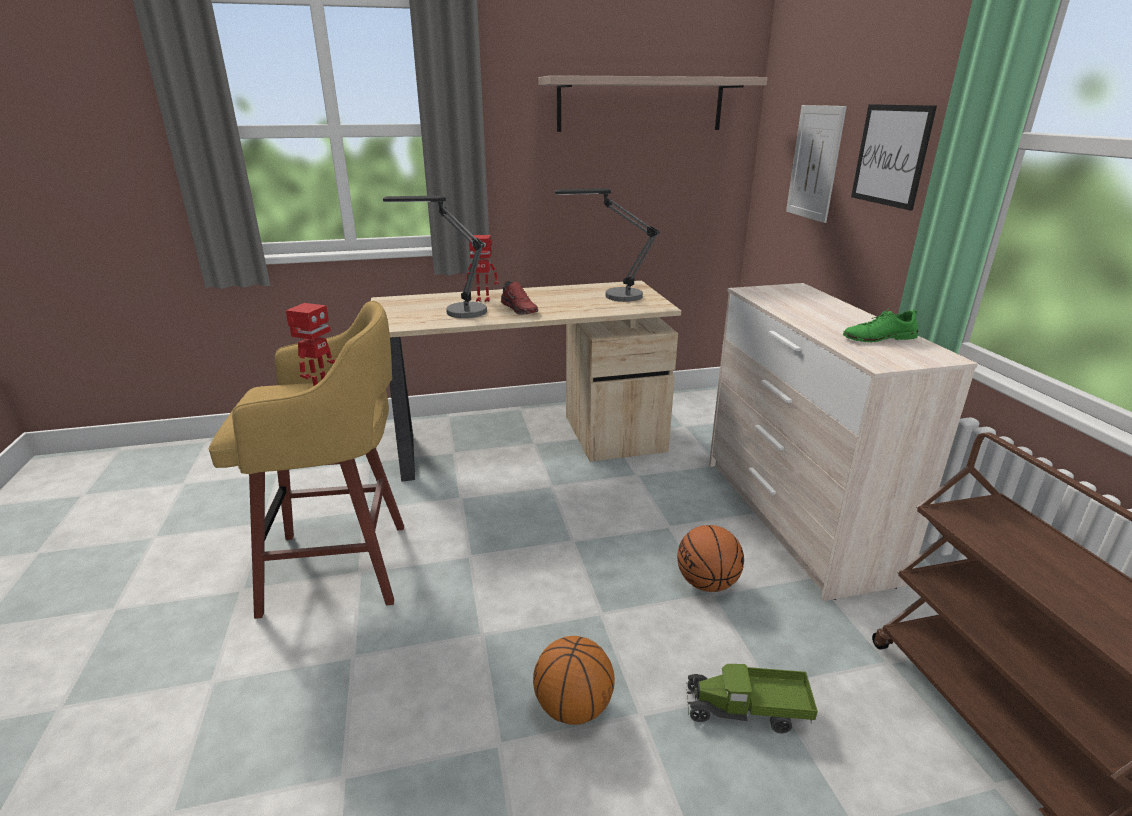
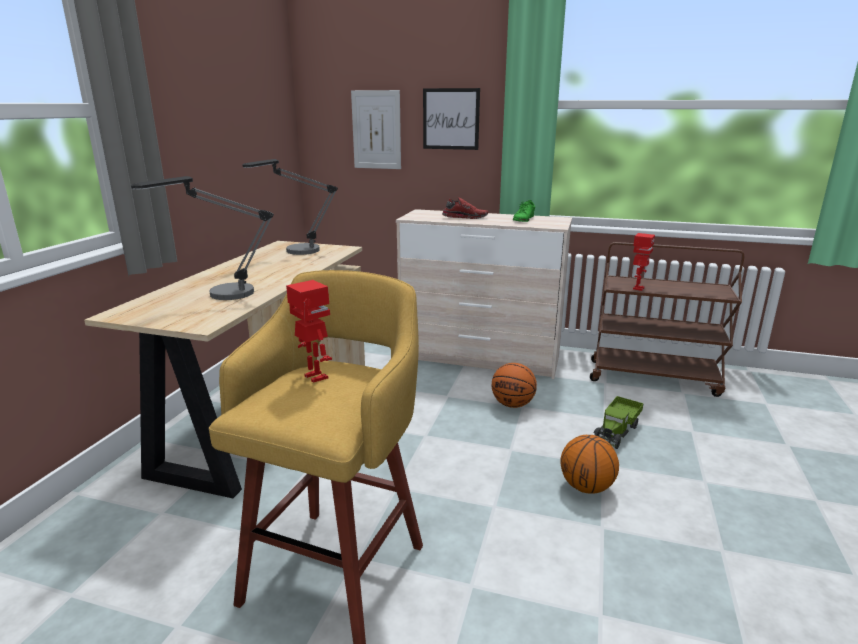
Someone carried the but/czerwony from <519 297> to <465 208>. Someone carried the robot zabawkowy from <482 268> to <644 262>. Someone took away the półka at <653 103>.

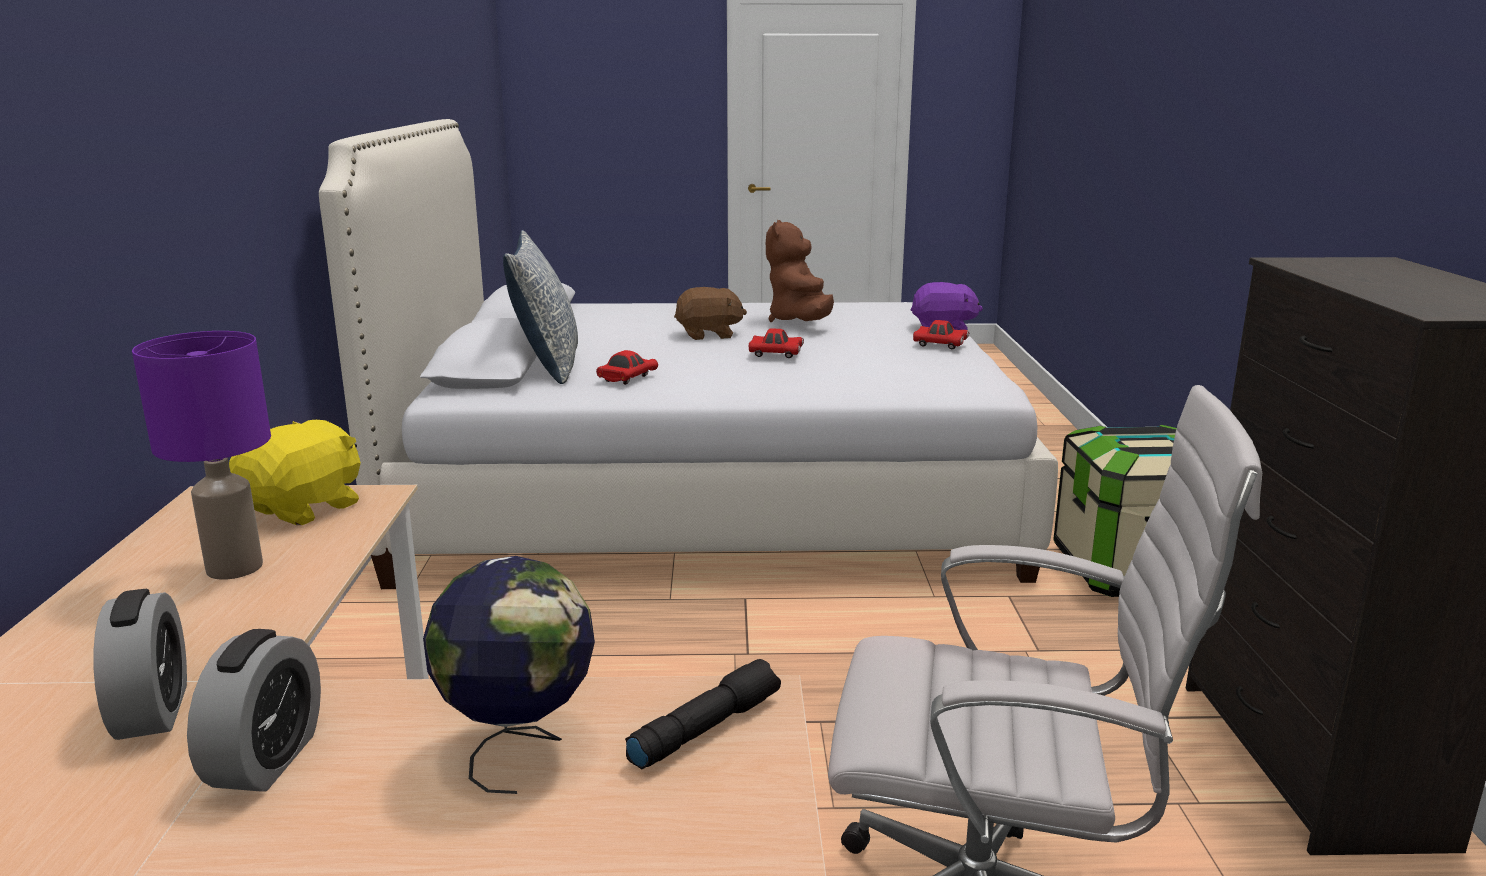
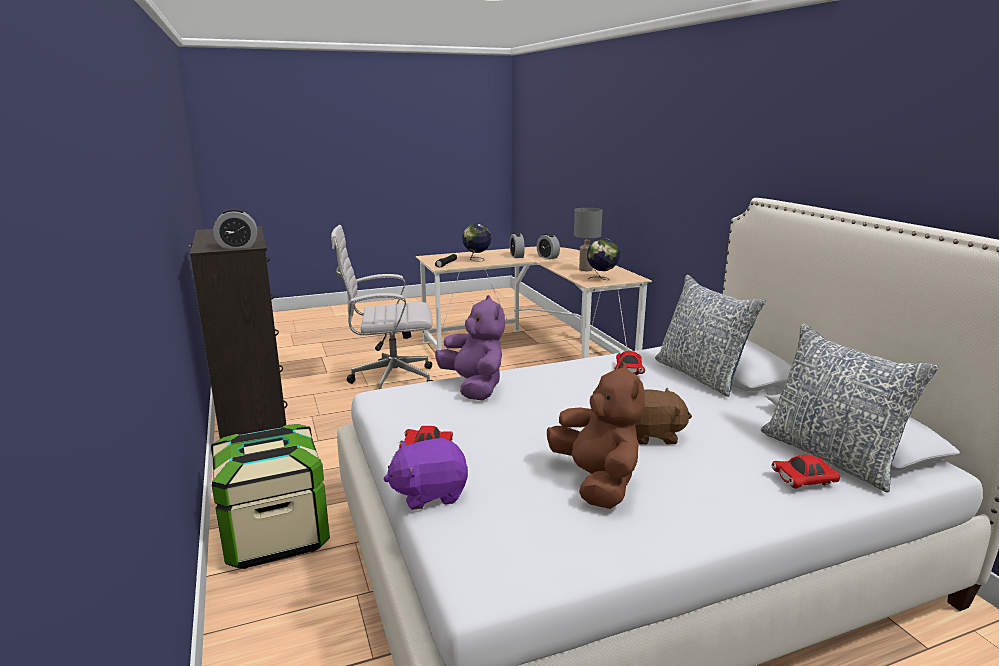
Someone put down the budzik at <235 229>. Someone put down the pluszak/fioletowy at <470 347>. Someone repainted the lampa stołowa/fioletowy at <201 455>, which became the lampa stołowa/szary at <588 239>. Someone swapped the pluszak/żółty at <295 472> for the globus at <603 259>. Someone rotated the pluszak/brązowy at <710 313> by 150 degrees counterclockwise. Someone put down the poduszka at <850 408>. Someone carried the samochodzik/czerwony from <776 343> to <805 471>.

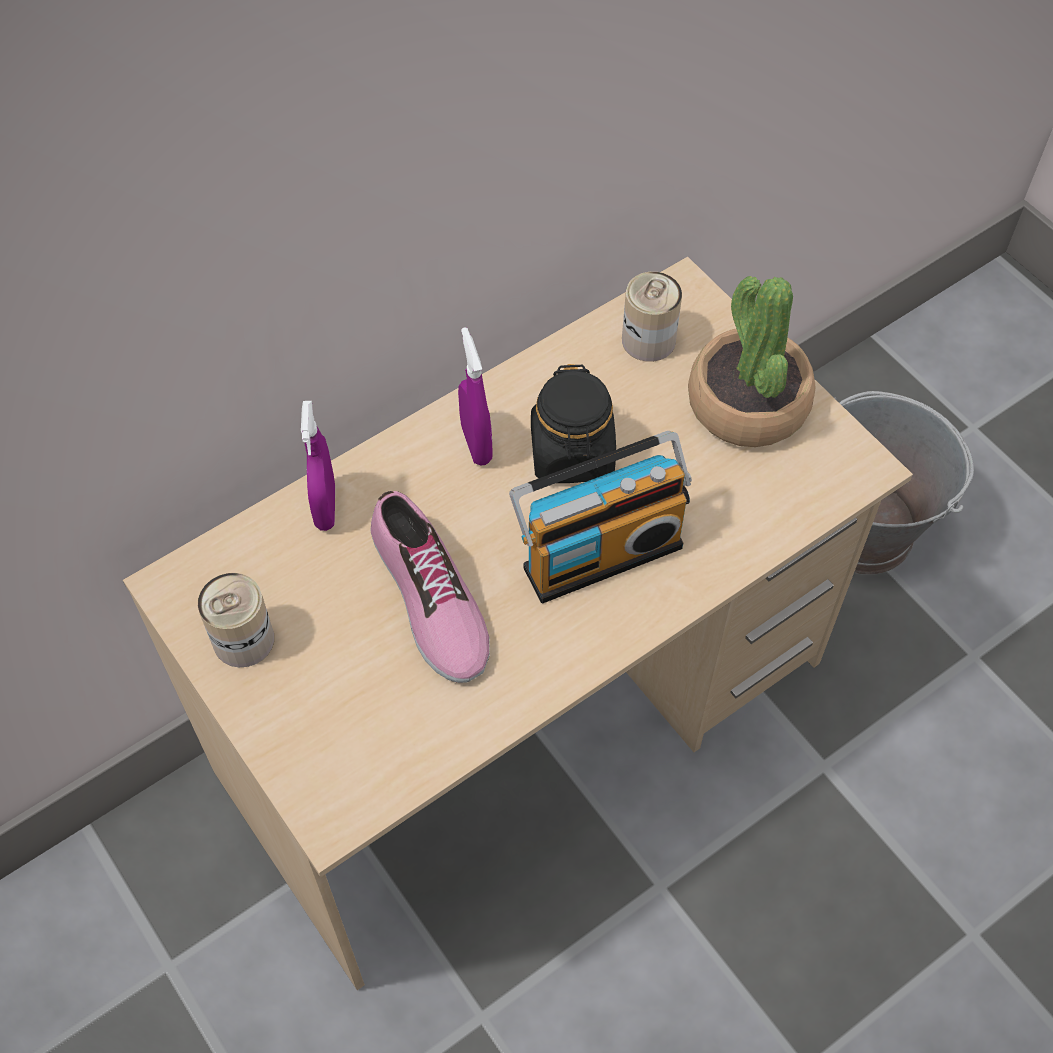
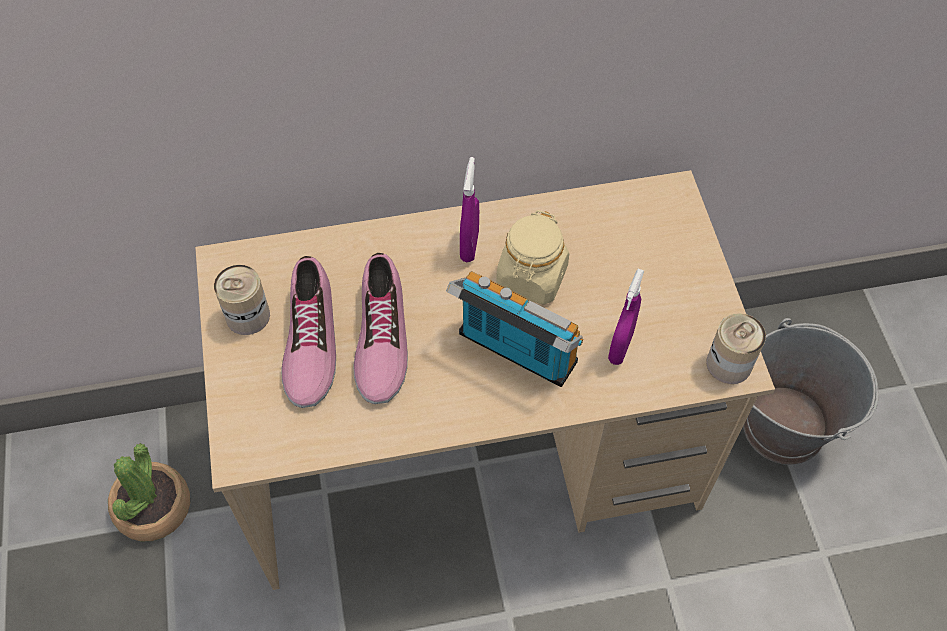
Someone carried the roślina doniczkowa from <751 361> to <149 492>. Someone put down the but at <309 332>. Someone rotated the radio at <600 517> by 150 degrees counterclockwise. Someone repainted the słoik/czarny at <573 423>, which became the słoik/beżowy at <532 257>. Someone carried the spryskiwacz/fioletowy from <318 466> to <626 317>. Someone carried the puszka from <652 317> to <736 348>.

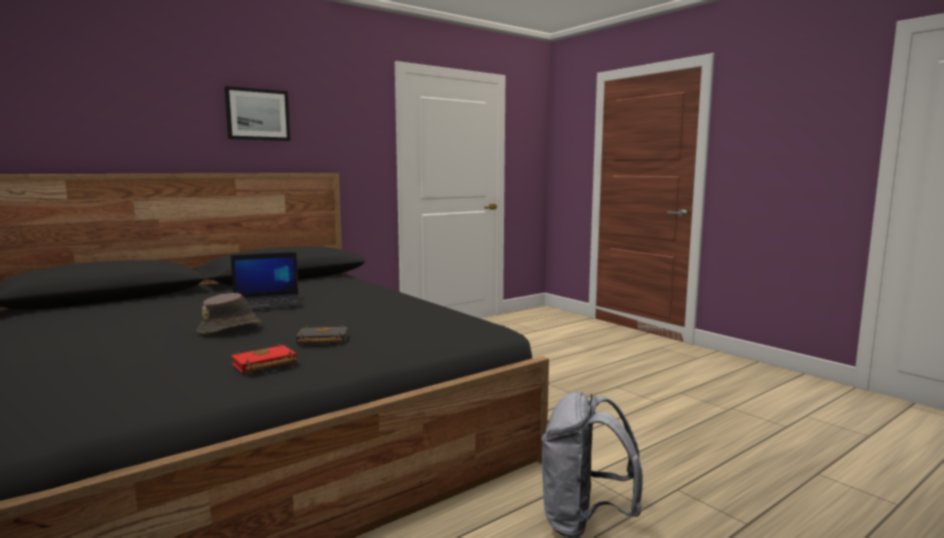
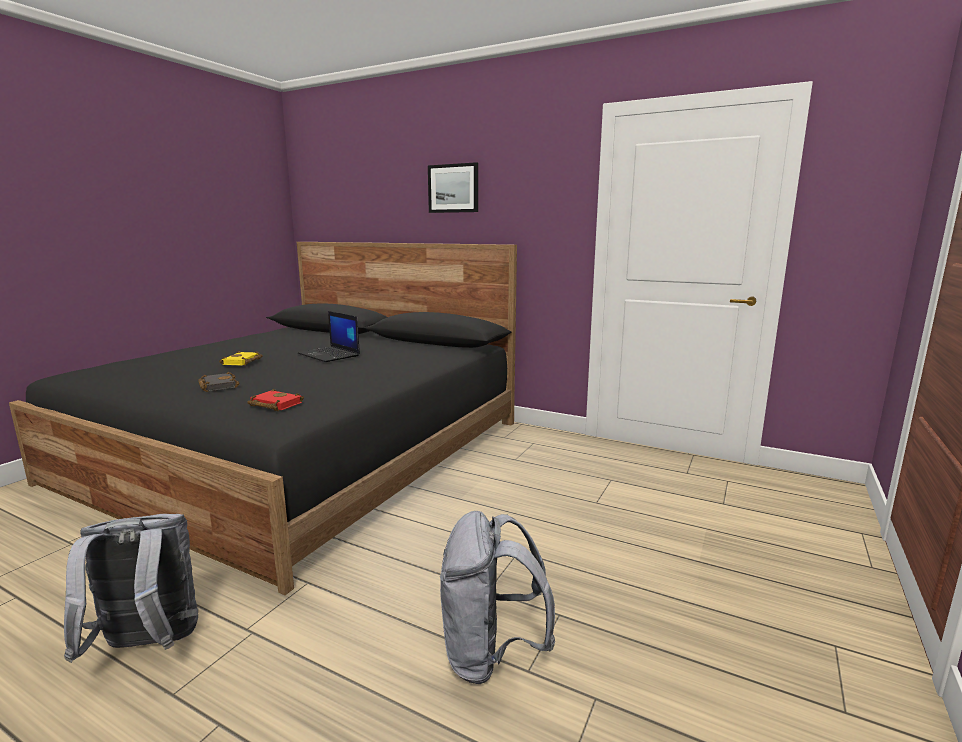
Someone swapped the kapelusz/brązowy at <228 313> for the książka/żółty at <241 358>. Someone carried the książka/czerwony from <264 359> to <275 400>. Someone put down the plecak/szary at <497 597>.

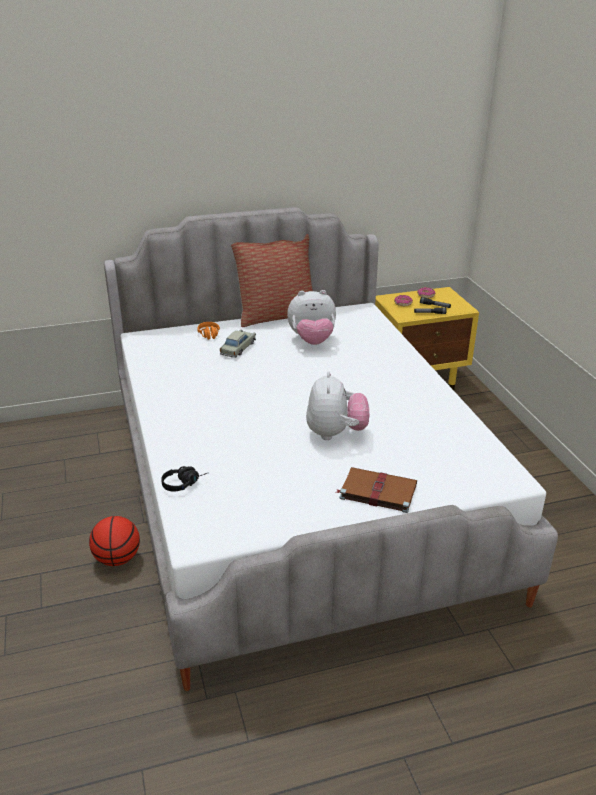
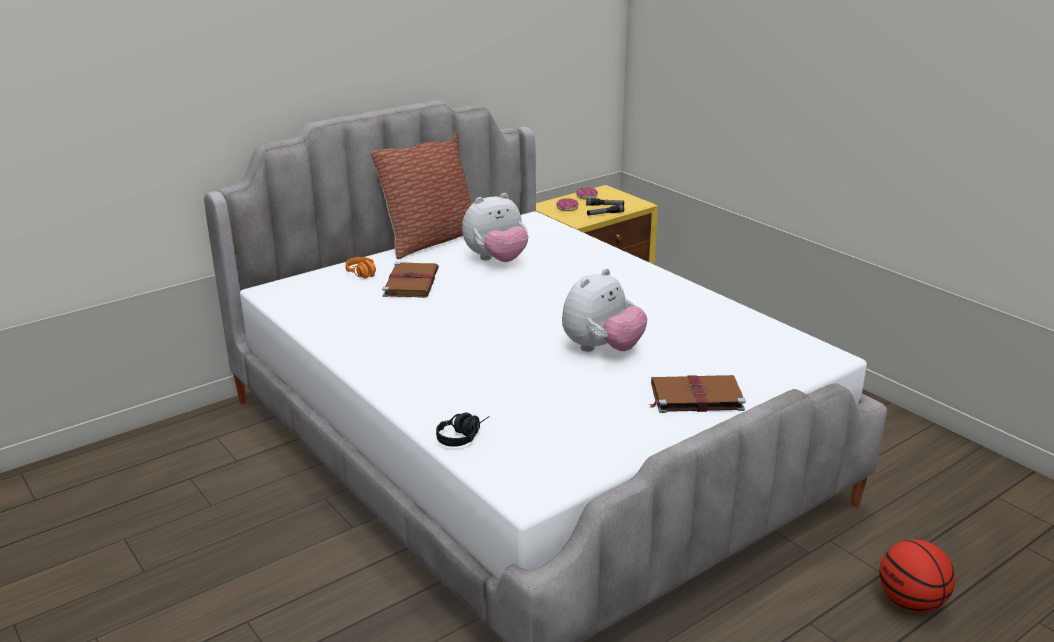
Someone swapped the samochodzik/beżowy at <238 344> for the książka/brązowy at <411 280>. Someone rotated the pluszak at <337 406> by 60 degrees clockwise. Someone carried the piłka do koszykówki from <114 541> to <917 575>.

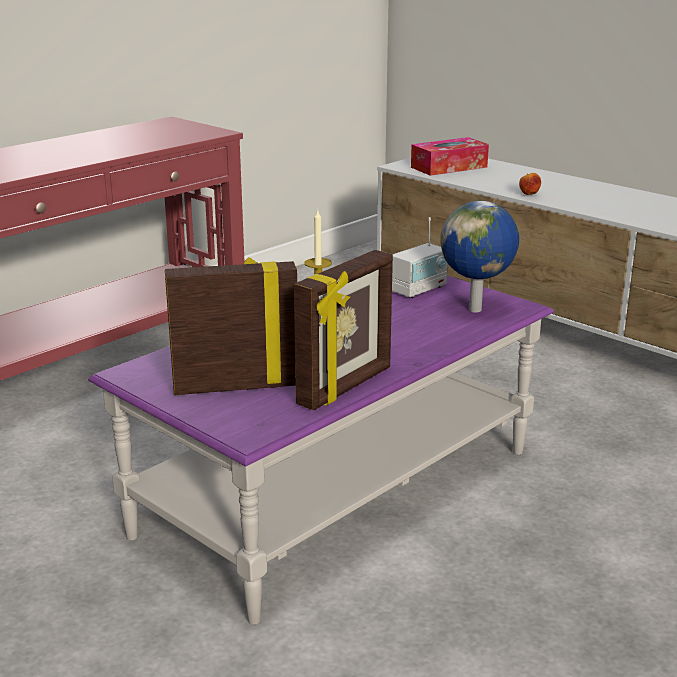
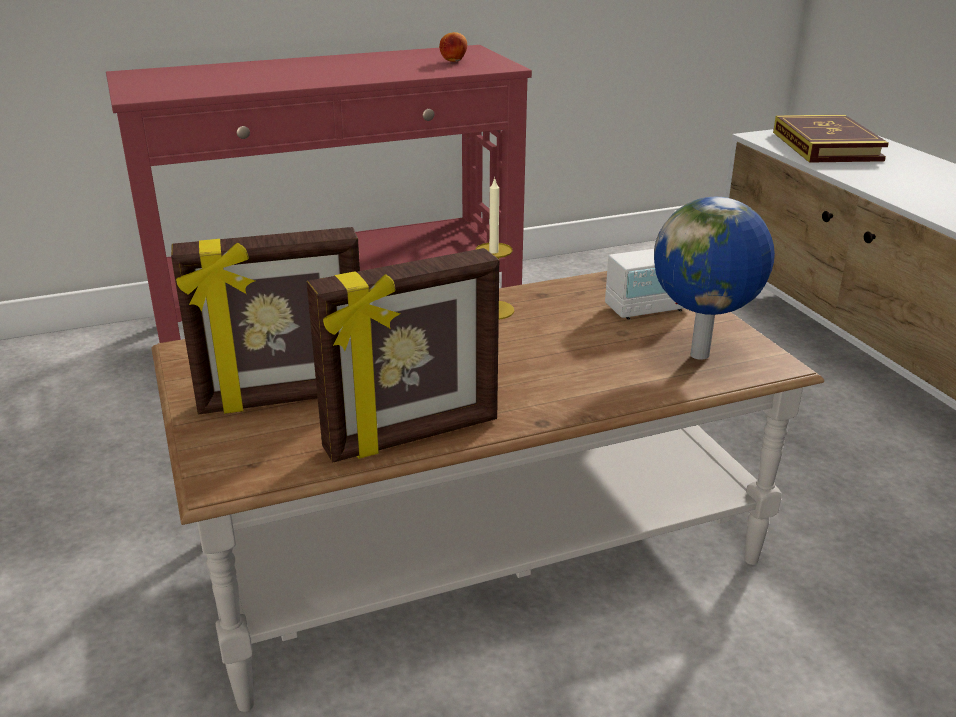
Someone repainted the ława/fioletowy at <321 450>, which became the ława/brązowy at <487 491>. Someone rotated the ramka na zdjęcie at <231 326> by 150 degrees clockwise. Someone carried the jabłko from <530 184> to <453 47>. Someone swapped the pudełko chusteczek at <450 156> for the książka at <831 139>.

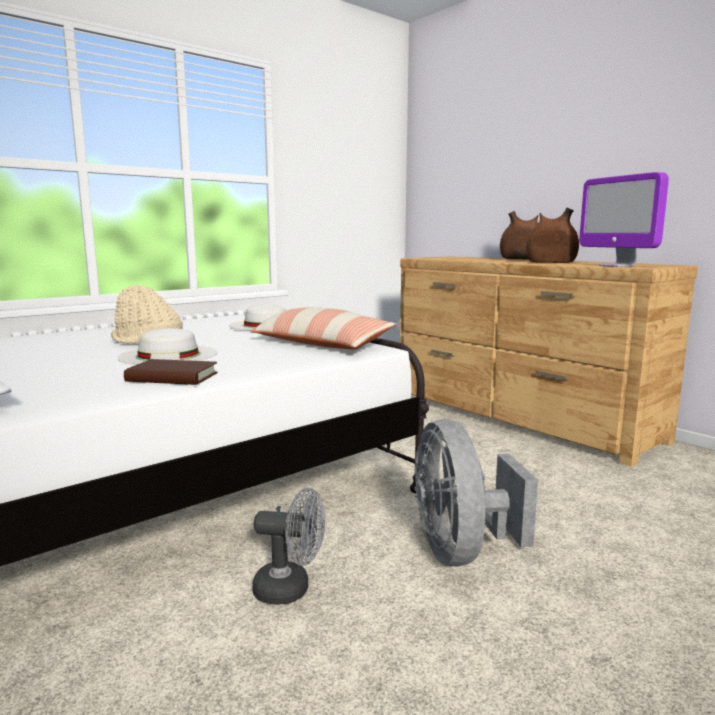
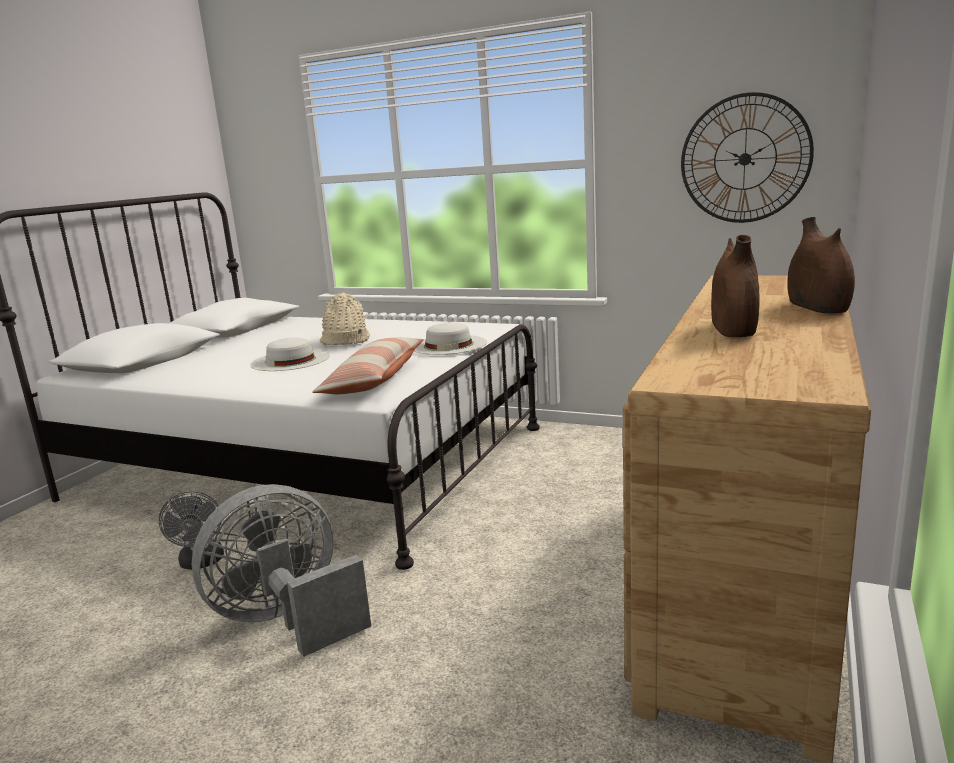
Someone put up the zegar ścienny at <747 157>. Someone took away the książka/brązowy at <171 372>. Someone took away the monitor at <624 219>.

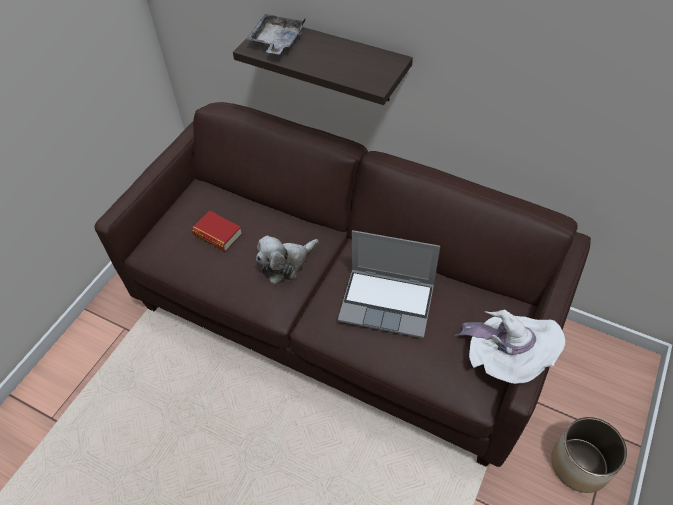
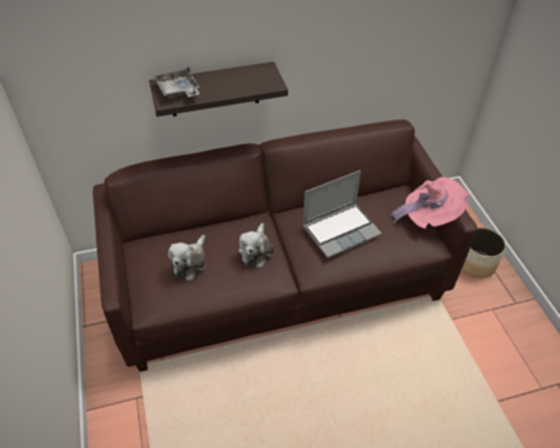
Someone swapped the książka at <217 231> for the pluszak at <187 258>. Someone repainted the kapelusz/biały at <510 347>, which became the kapelusz/różowy at <429 203>.

